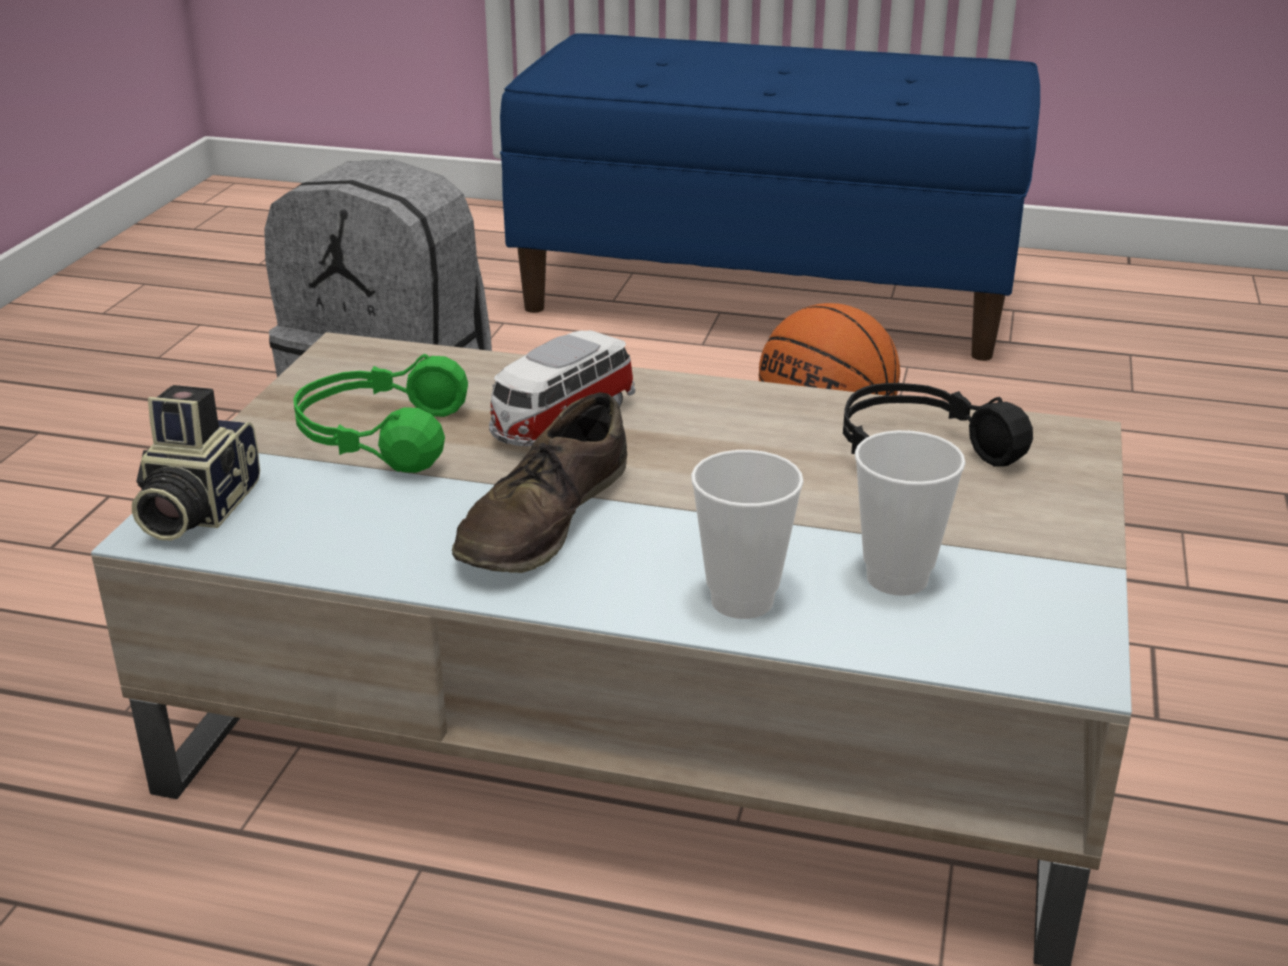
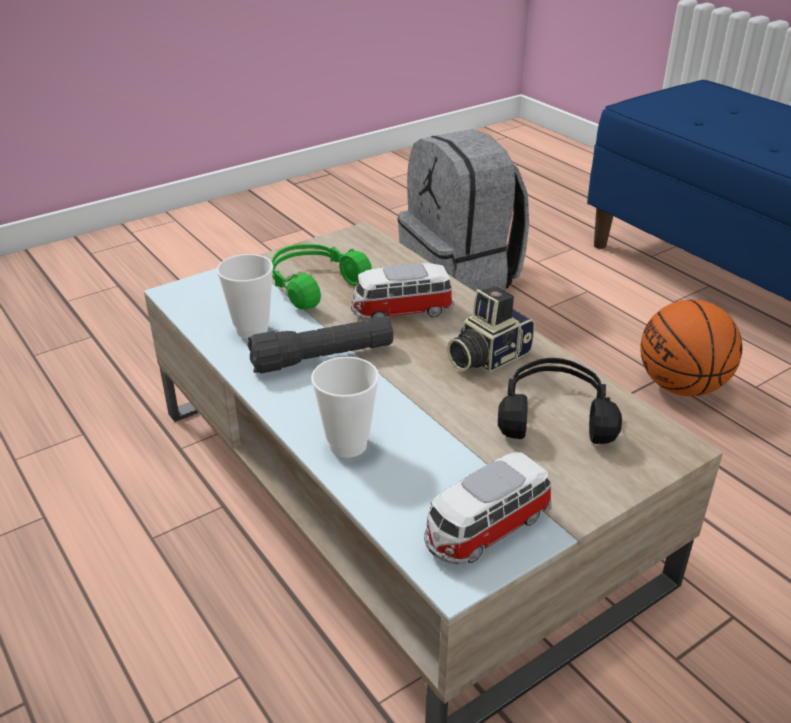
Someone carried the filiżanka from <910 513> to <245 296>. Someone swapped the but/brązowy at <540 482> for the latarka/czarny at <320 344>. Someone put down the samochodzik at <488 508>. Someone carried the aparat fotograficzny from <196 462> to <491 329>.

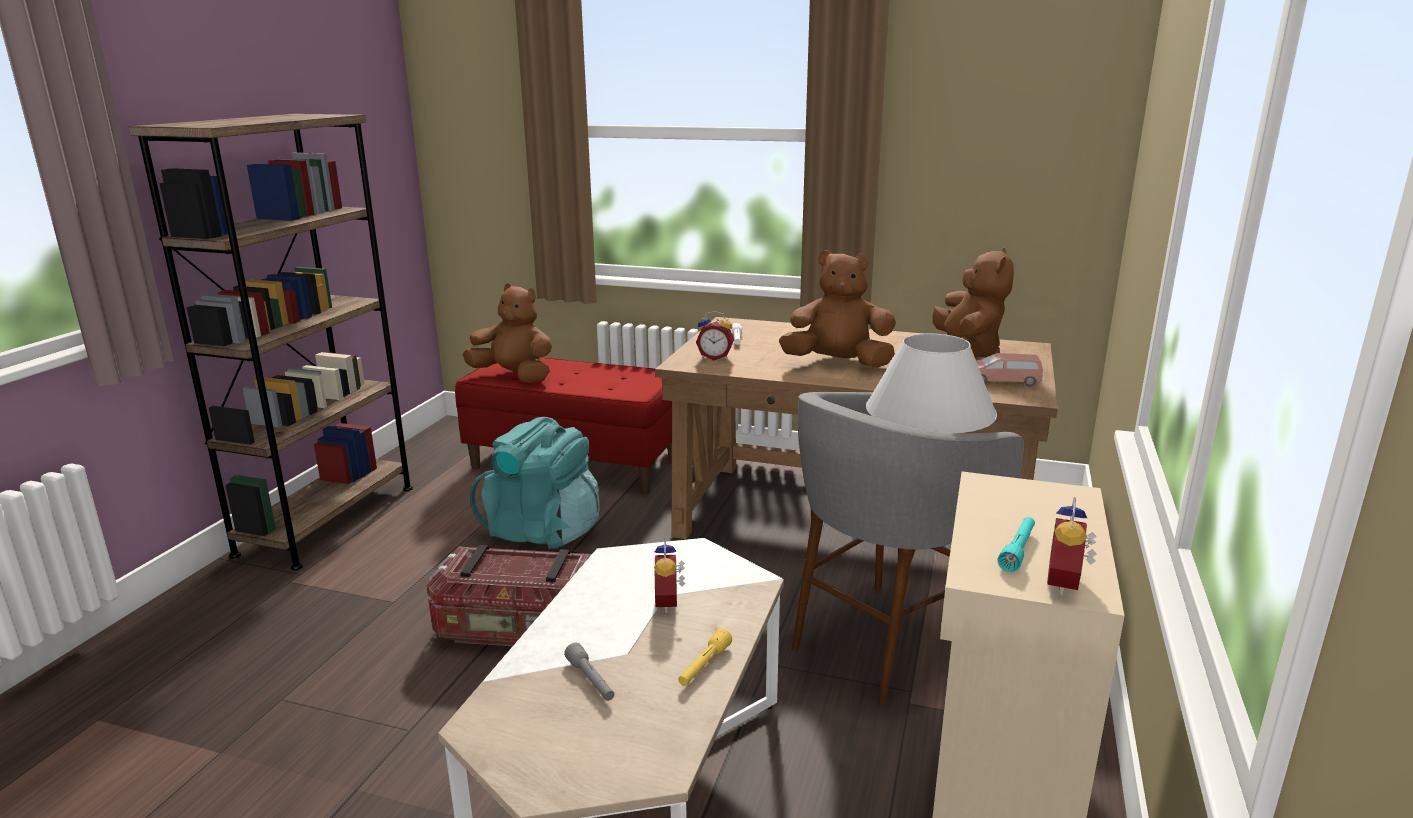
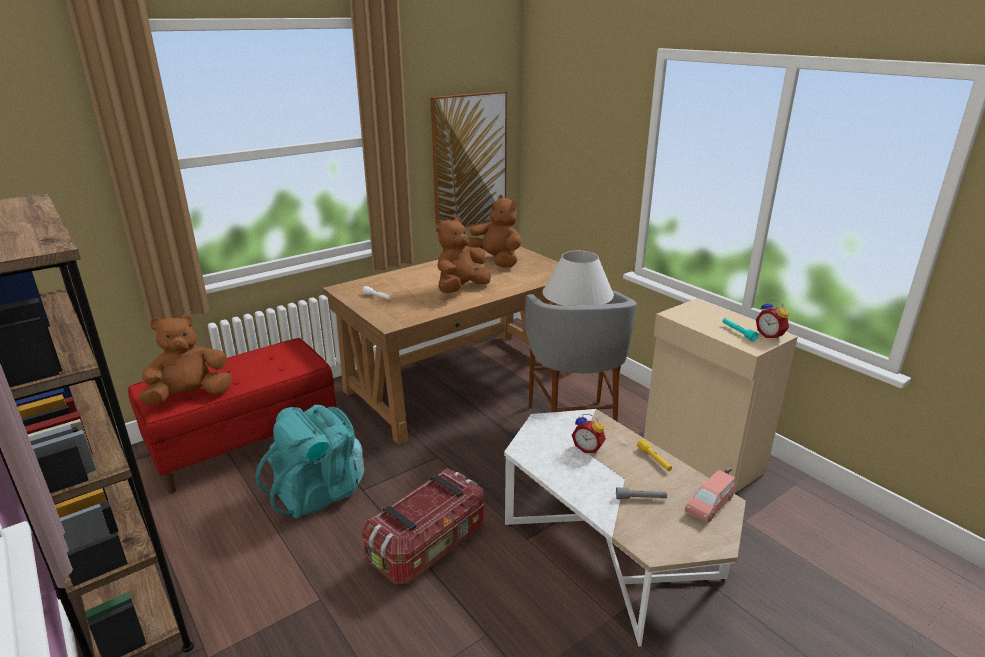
Someone put up the obraz at <469 162>. Someone carried the samochodzik/różowy from <1009 370> to <710 496>. Someone took away the budzik at <715 335>.

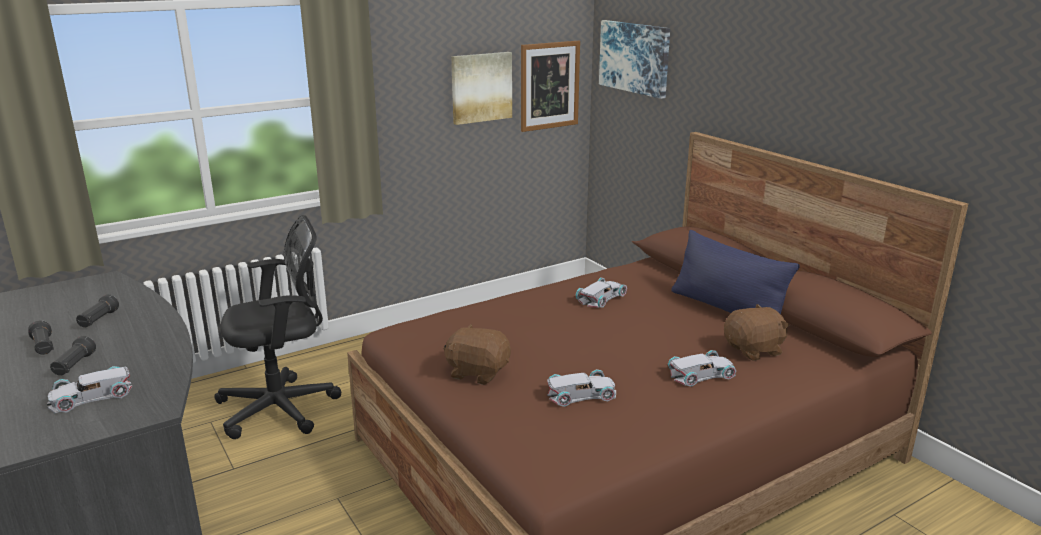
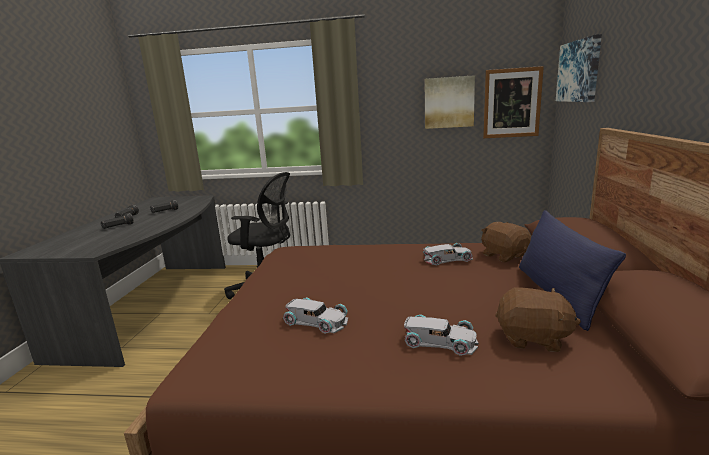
Someone carried the pluszak/brązowy from <477 354> to <506 242>. Someone took away the samochodzik/biały at <89 389>.

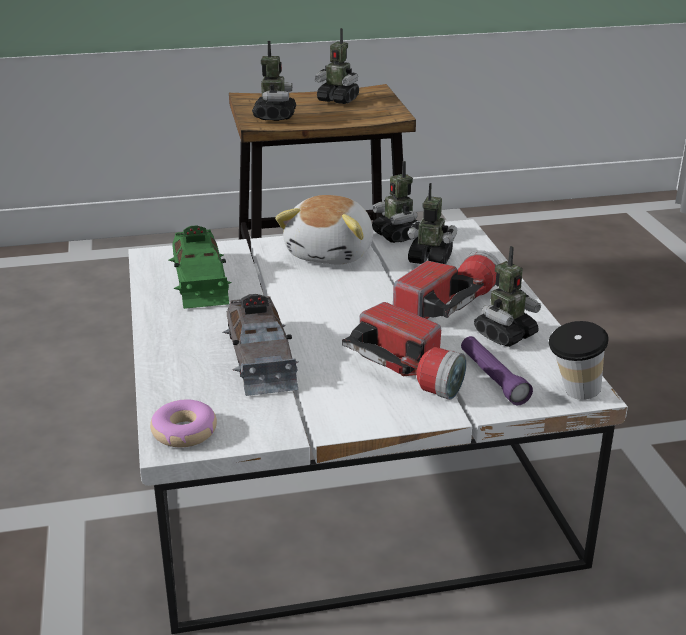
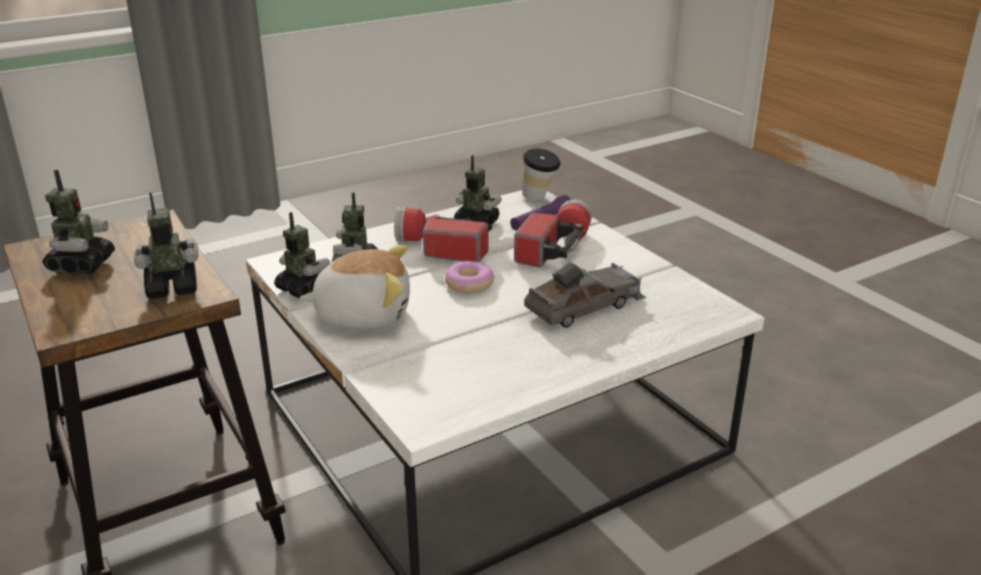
Someone rotated the robot zabawkowy at <395 202> by 90 degrees counterclockwise. Someone carried the donut from <183 423> to <470 277>. Someone took away the samochodzik/zielony at <200 267>.

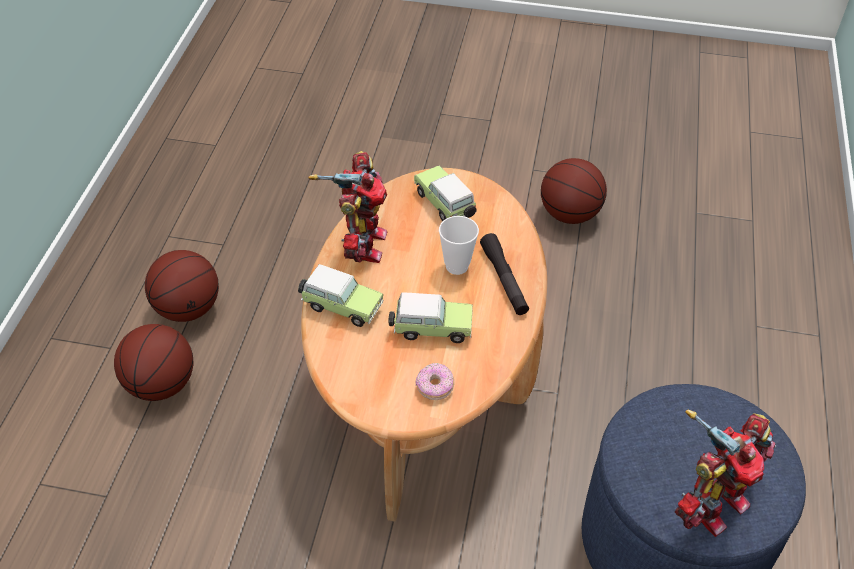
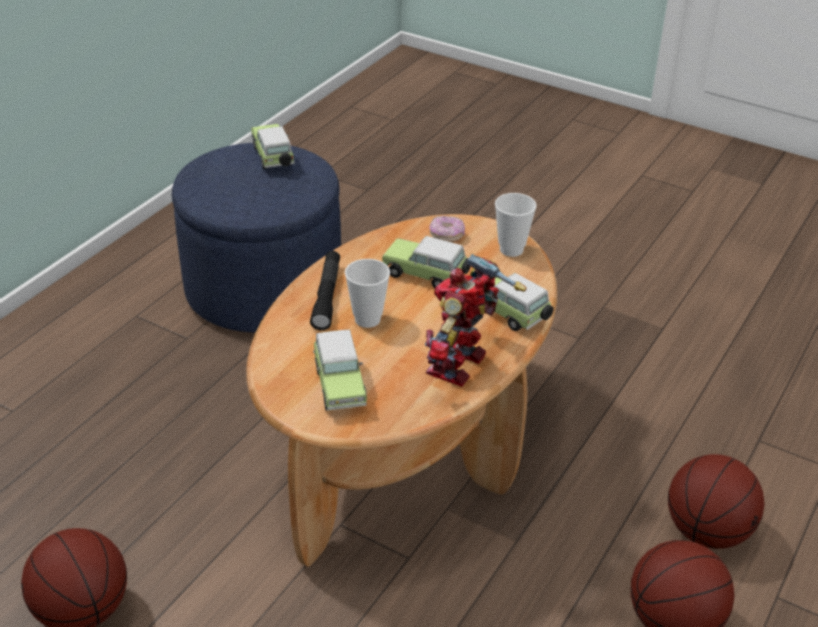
Someone swapped the robot zabawkowy at <725 473> for the samochodzik at <273 146>. Someone put down the filiżanka at <516 225>.

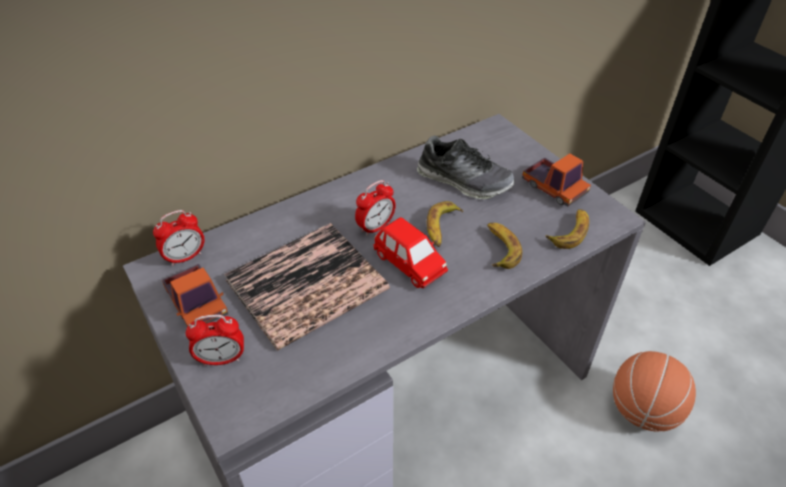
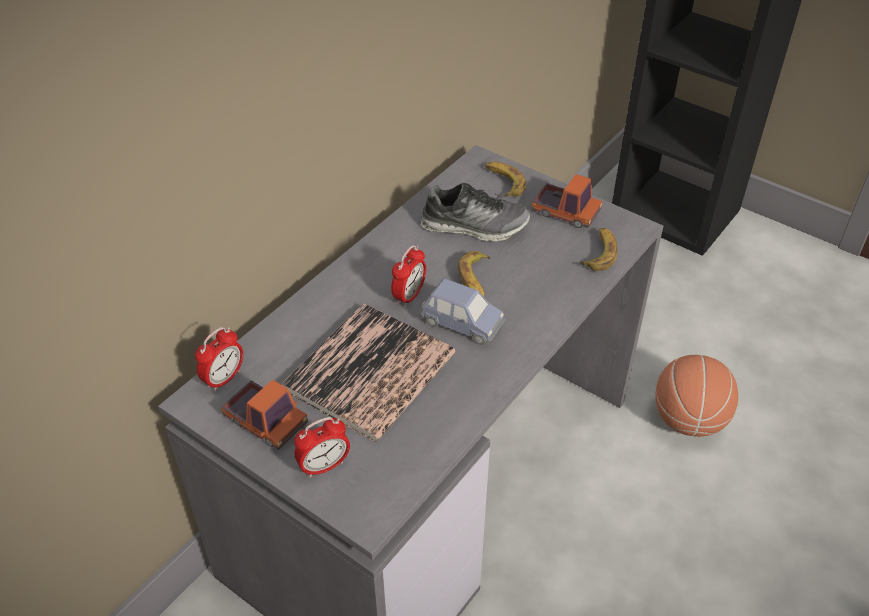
Someone repainted the samochodzik/czerwony at <410 252>, which became the samochodzik/niebieski at <462 311>. Someone carried the banan from <504 246> to <505 179>.

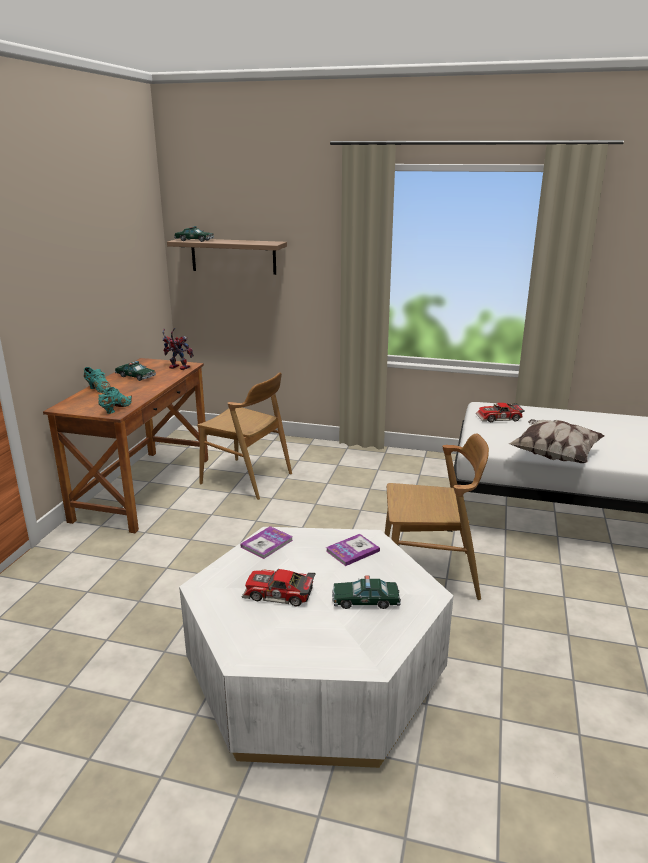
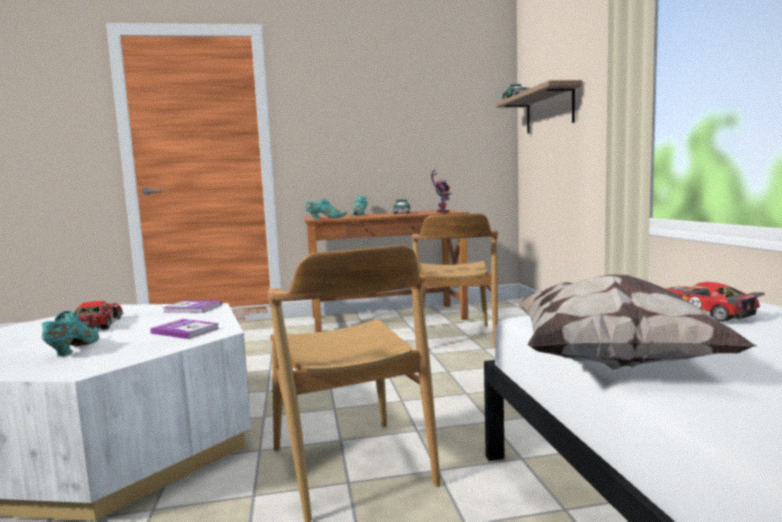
Someone swapped the samochodzik at <366 592> for the but/turkusowy at <70 334>.

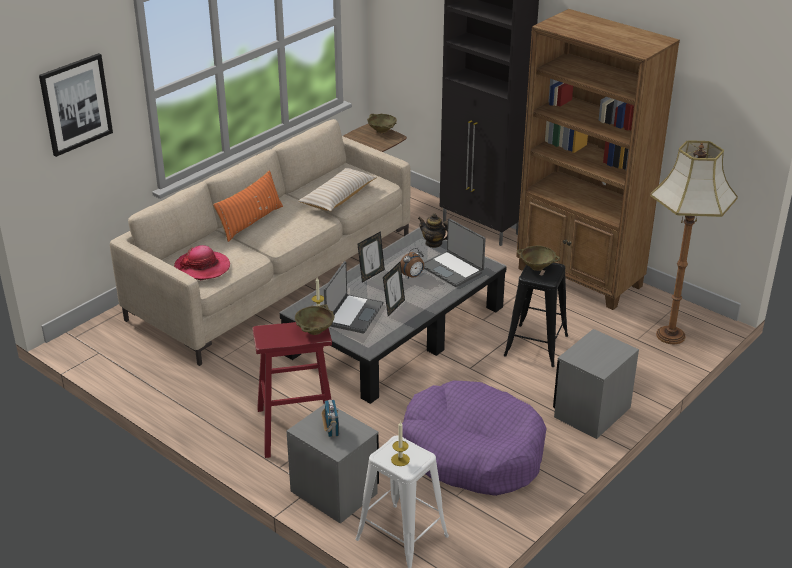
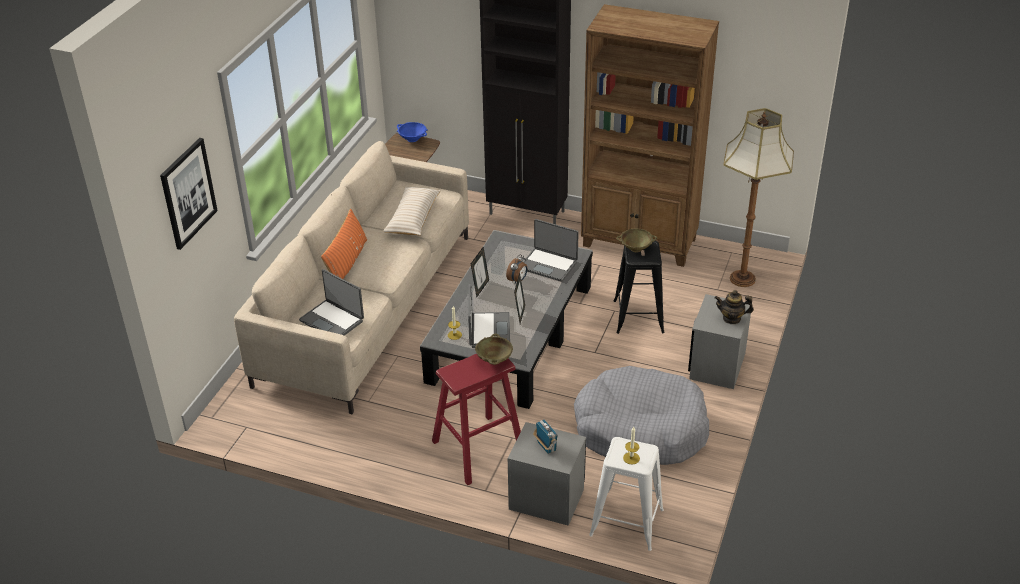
Someone swapped the kapelusz at <202 262> for the laptop at <331 302>. Someone repainted the miska/beżowy at <382 123>, which became the miska/niebieski at <412 132>. Someone repainted the legowisko/fioletowy at <474 438>, which became the legowisko/szary at <641 415>. Someone carried the imbryk from <433 230> to <734 307>.

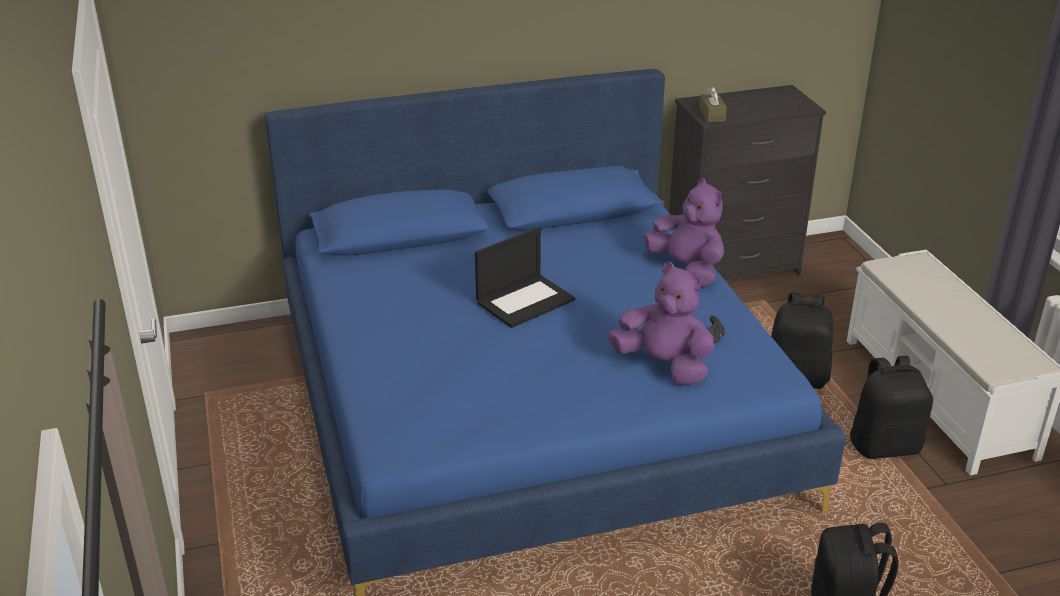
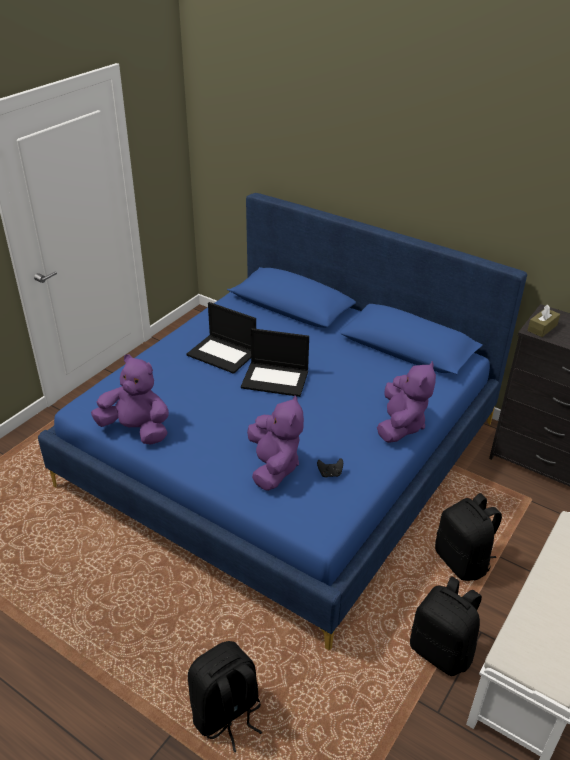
Someone put down the pluszak/fioletowy at <130 399>. Someone put down the laptop at <221 338>.

